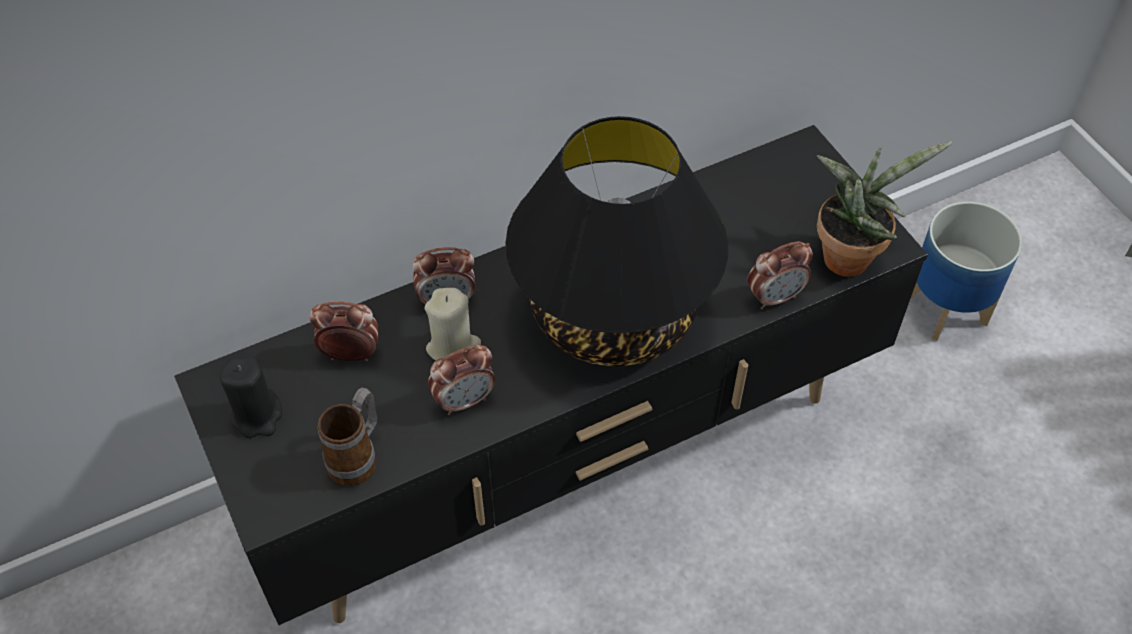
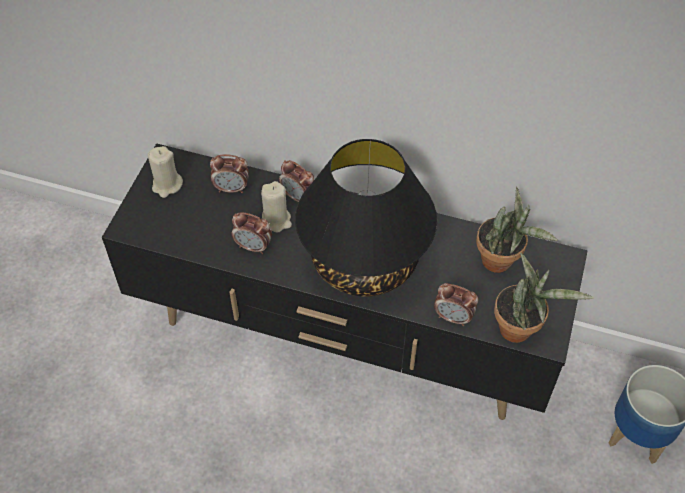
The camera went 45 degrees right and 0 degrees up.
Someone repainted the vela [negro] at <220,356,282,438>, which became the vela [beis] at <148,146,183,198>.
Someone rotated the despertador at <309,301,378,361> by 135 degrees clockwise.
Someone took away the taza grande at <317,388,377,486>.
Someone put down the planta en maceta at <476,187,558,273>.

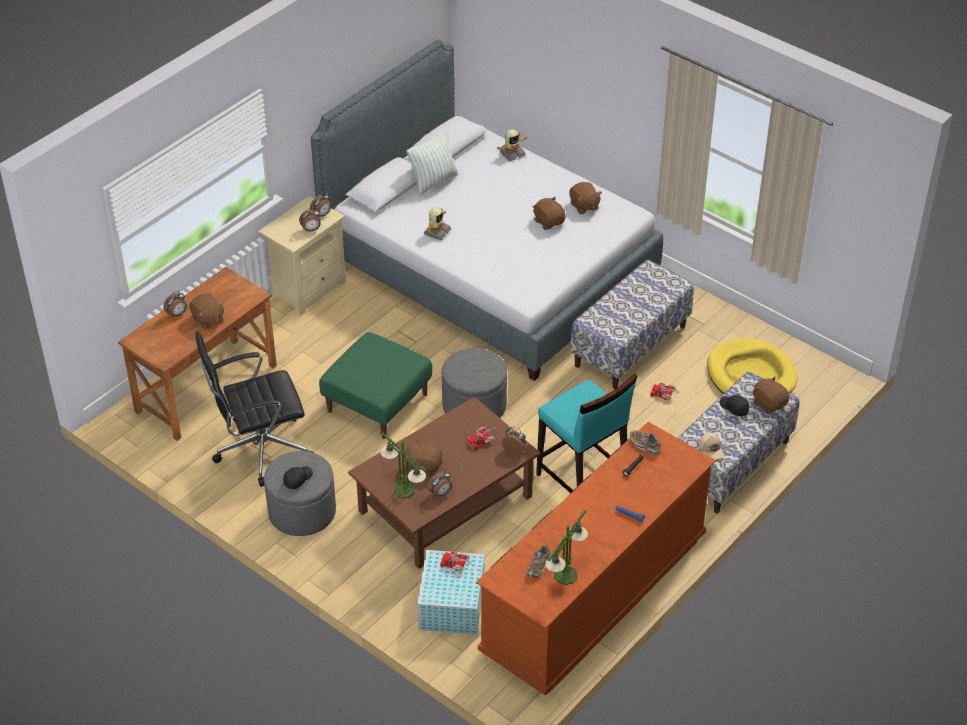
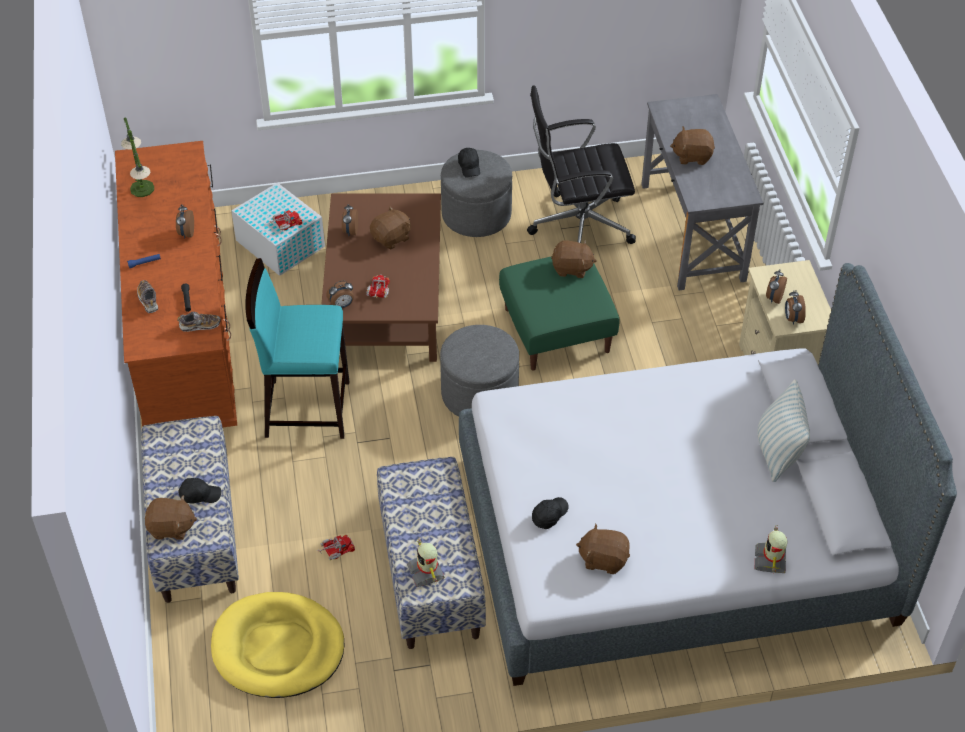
The camera went 130 degrees right and 5 degrees up.
Someone repainted the escritorio [marrón] at <118,267,277,441>, which became the escritorio [gris] at <641,94,763,290>.
Someone carried the despertador from <163,291,187,317> to <176,205,194,239>.
Someone rotated the silla de oficina [negro] at <196,331,313,487> by 120 degrees counterclockwise.
Someone took away the lámpara de mesa at <380,431,426,498>.
Someone carried the robot de juguete from <424,207,451,240> to <407,539,445,587>.
Someone carried the zapato from <527,544,550,578> to <137,280,158,313>.
Someone carried the peluche [marrón] from <533,197,566,230> to <551,240,596,278>.
Someone took away the gorra [beis] at <699,433,724,460>.
Someone put down the gorra [negro] at <532,497,569,529>.

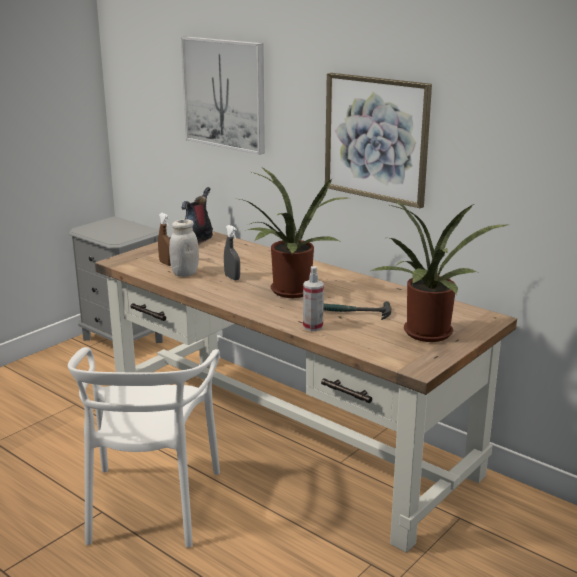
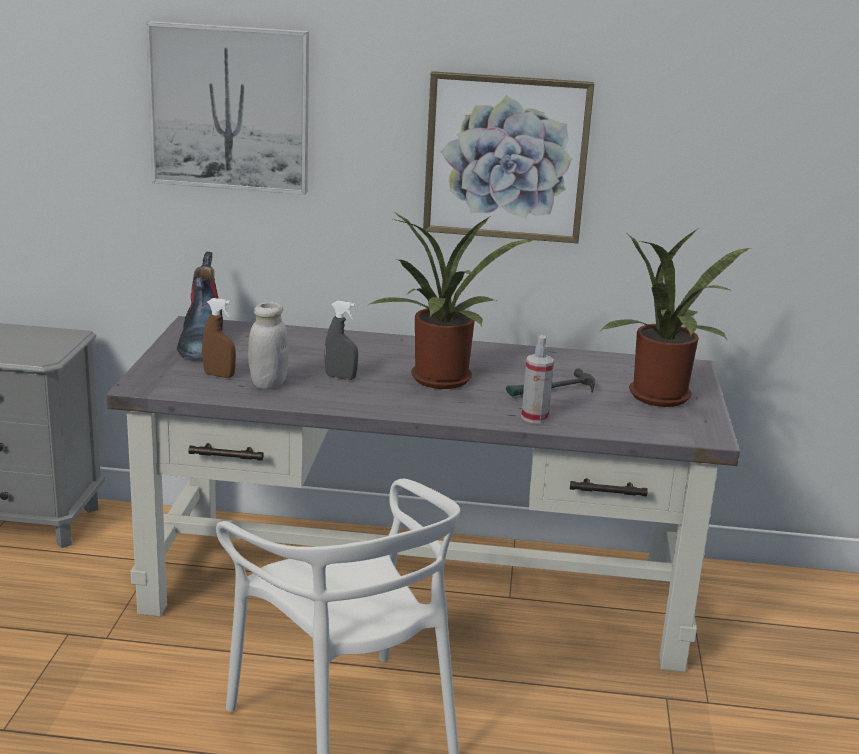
The camera went 35 degrees left and 0 degrees up.
Someone repainted the escritorio [marrón] at <95,231,517,553>, which became the escritorio [gris] at <107,316,740,672>.

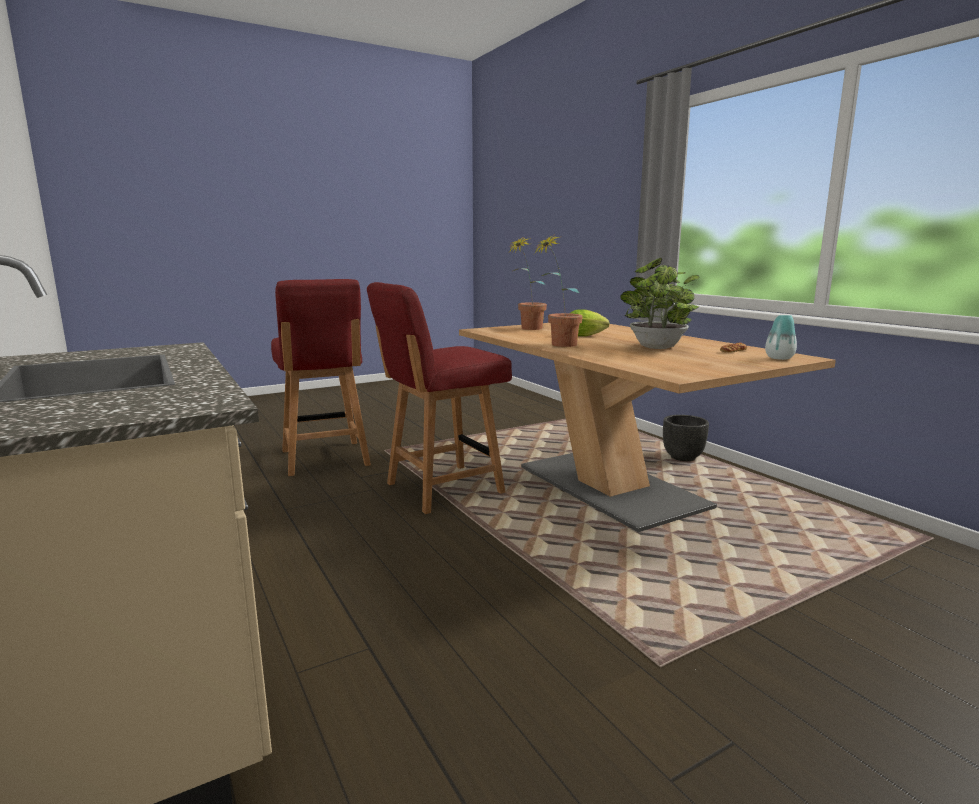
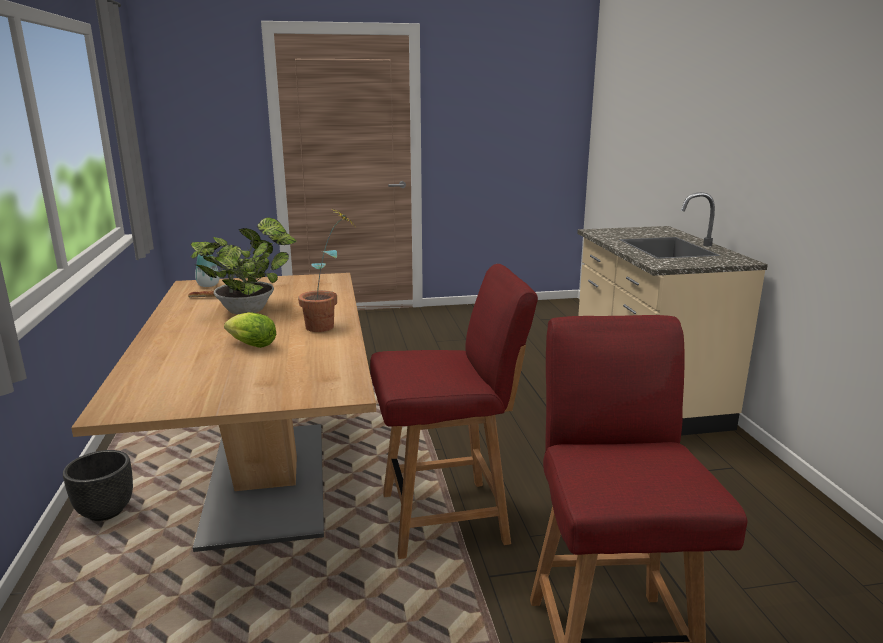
The camera went 160 degrees left and 5 degrees up.
Someone took away the planta en maceta at <509,236,547,330>.

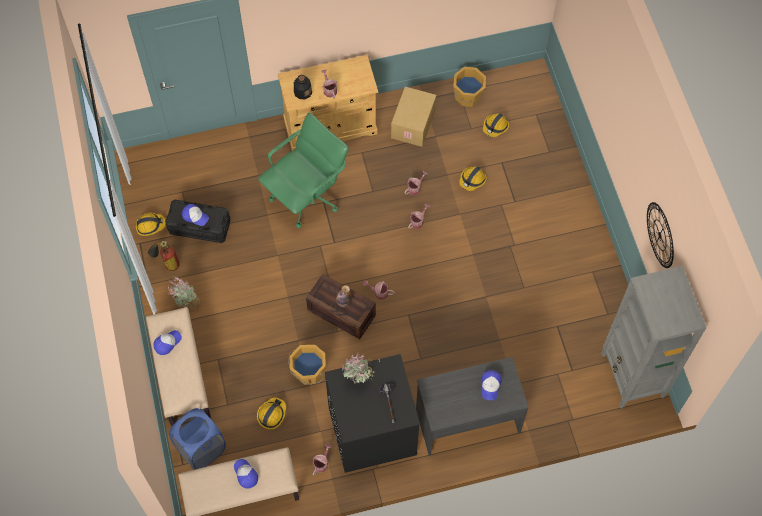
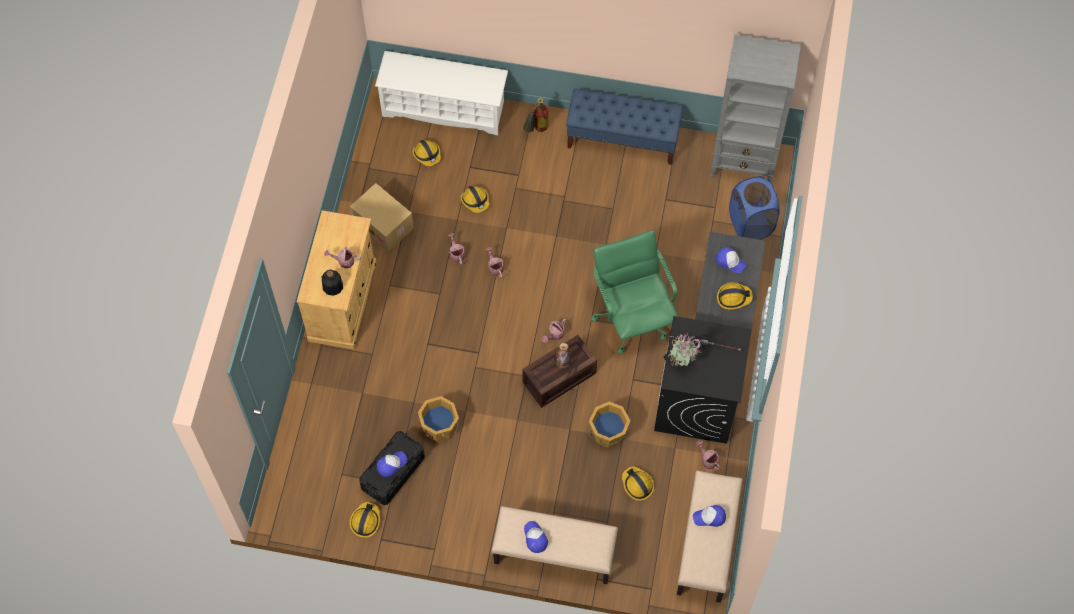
The camera went 65 degrees left and 0 degrees up.
Someone carried the extintor from <148,241,180,271> to <523,98,549,133>.
Someone took away the planta en maceta at <167,277,201,313>.
Someone carried the cesto de la ropa [azul] from <169,408,226,470> to <729,176,780,240>.
Someone carried the silla de oficina [verde] from <258,113,349,228> to <591,230,678,354>.
Someone carried the cubo [naranja] from <453,67,486,107> to <418,396,459,442>.
Someone took away the reloj de pared at <647,202,674,268>.
Someone put down the zapatero [blanco] at <375,51,508,135>.
Someone put down the banco [azul] at <566,88,683,165>.
Someone put down the casco at <717,283,753,310>.

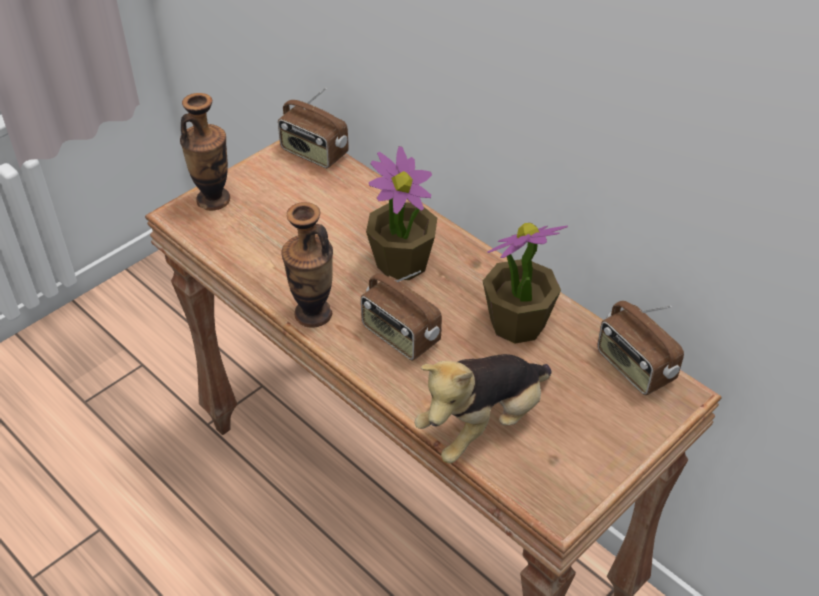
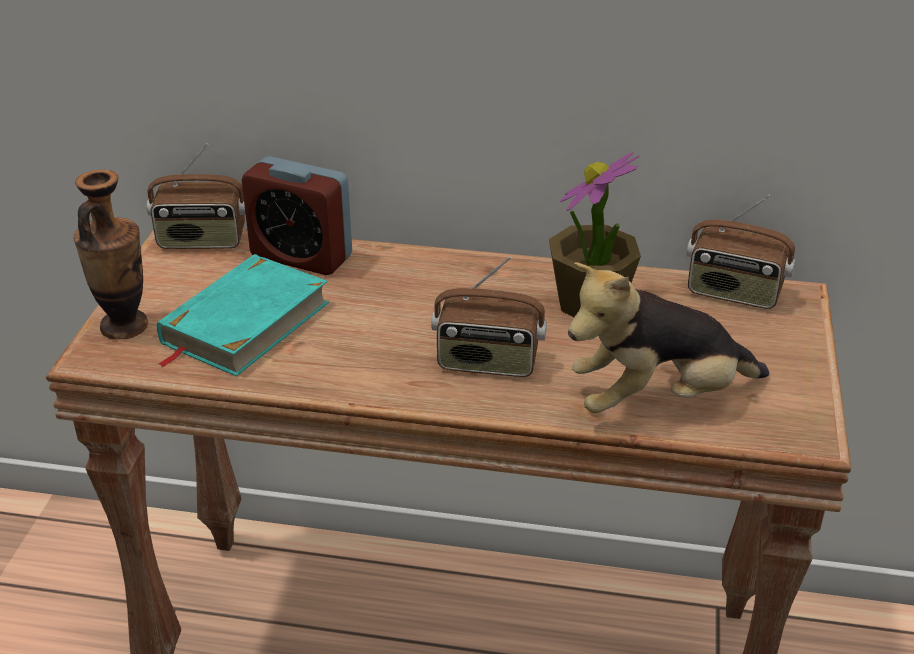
The camera went 35 degrees left and 10 degrees down.
Someone took away the florero at <281,202,333,328>.
Someone took away the planta en maceta at <366,146,437,280>.
Someone rotated the peluche at <415,354,552,464> by 60 degrees clockwise.
Someone put down the libro [turquesa] at <157,254,329,376>.
Someone put down the despertador at <242,156,352,275>.

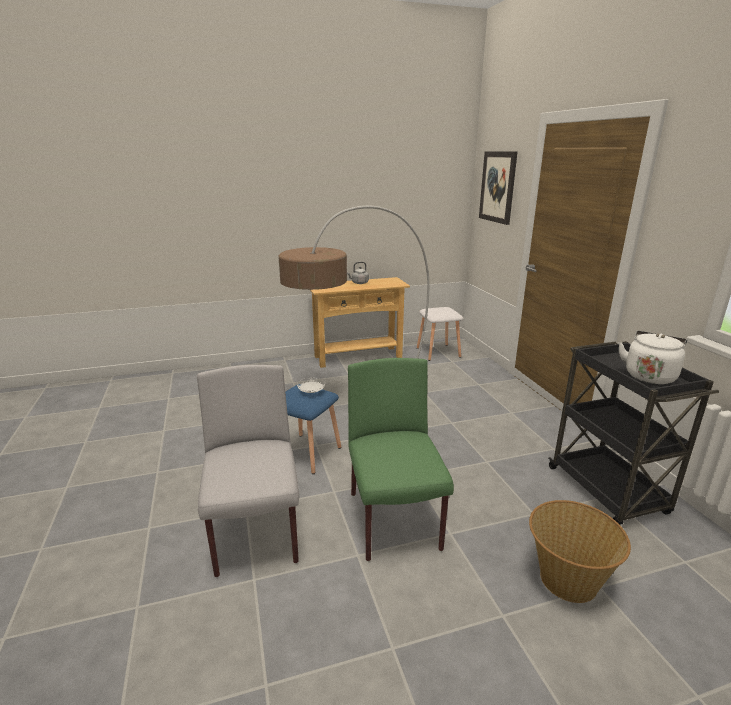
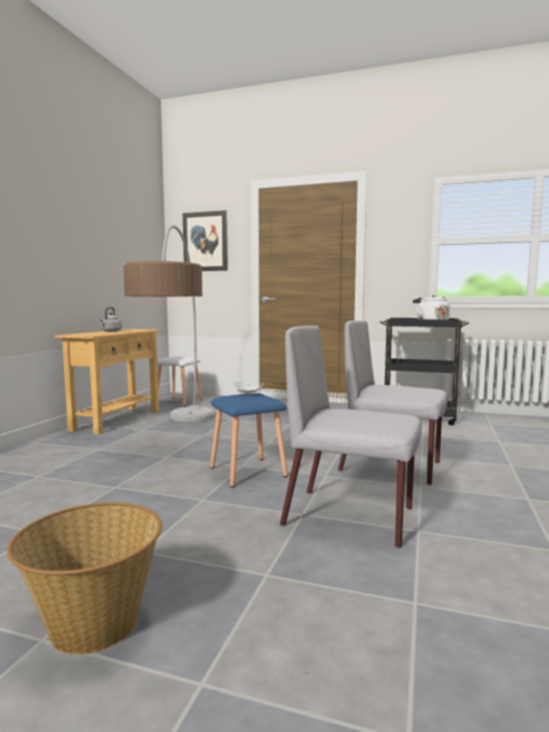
The camera went 55 degrees left and 15 degrees down.
Someone repainted the silla [verde] at <348,358,454,561>, which became the silla [gris] at <338,320,448,485>.
Someone carried the cesta from <529,500,631,603> to <7,502,162,655>.

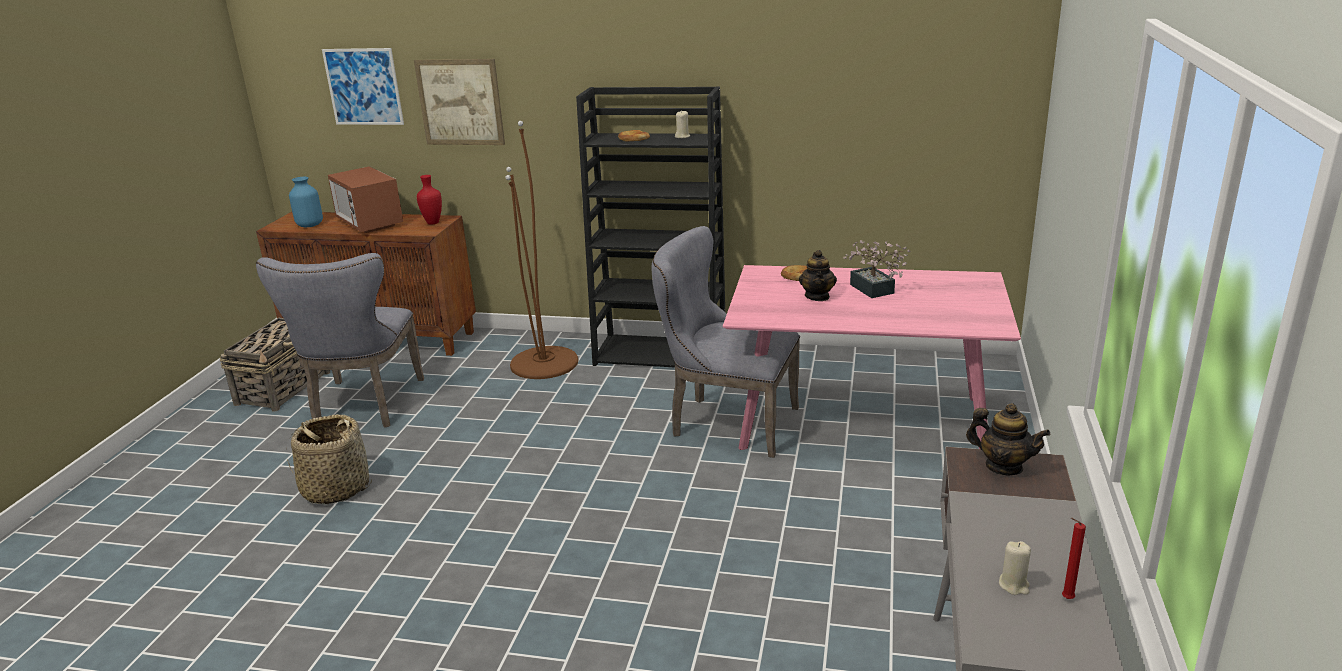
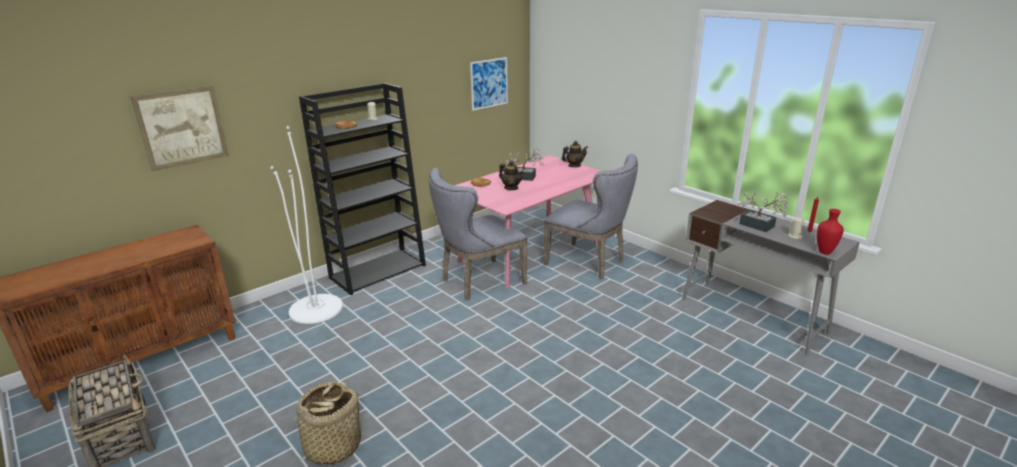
The camera went 55 degrees left and 0 degrees up.
Someone carried the silla [gris] from <256,253,424,428> to <544,154,638,279>.
Someone took away the florero [azul] at <289,177,323,227>.
Someone carried the cuadro from <322,48,404,125> to <470,57,508,111>.
Someone took away the microondas at <328,166,403,233>.
Someone carried the florero [rojo] from <417,175,442,225> to <817,209,844,255>.
Someone repainted the lámpara de pie [marrón] at <505,121,578,379>, which became the lámpara de pie [blanco] at <270,126,343,324>.
Someone carried the tetera from <966,403,1051,475> to <562,141,588,167>.
Someone put down the planta en maceta at <736,192,791,232>.

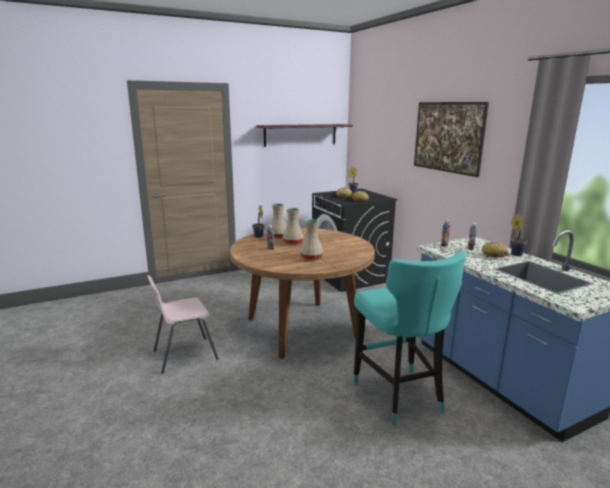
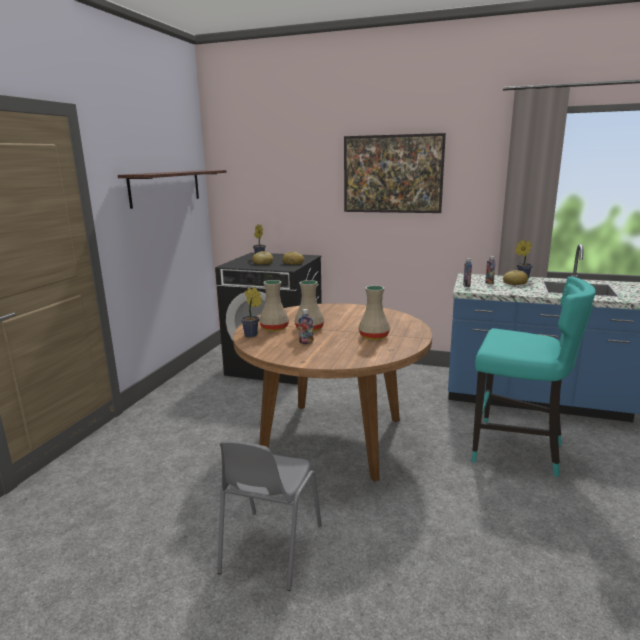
The camera went 45 degrees left and 0 degrees up.
Someone repainted the silla [rosa] at <147,275,219,374>, which became the silla [gris] at <217,440,322,591>.

